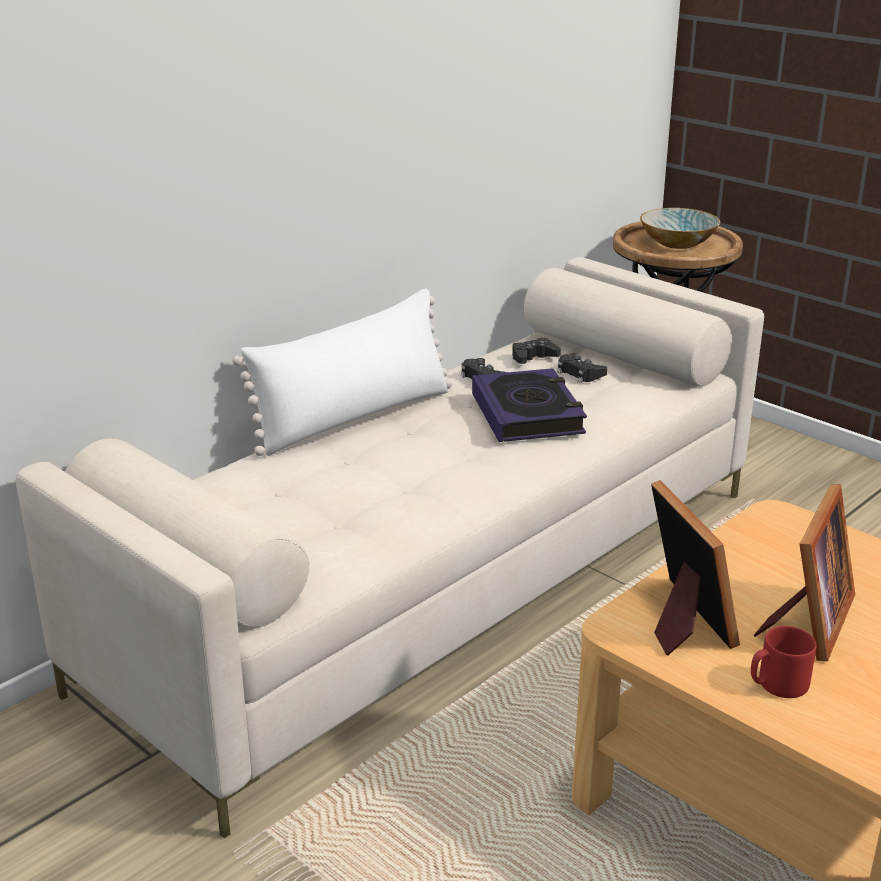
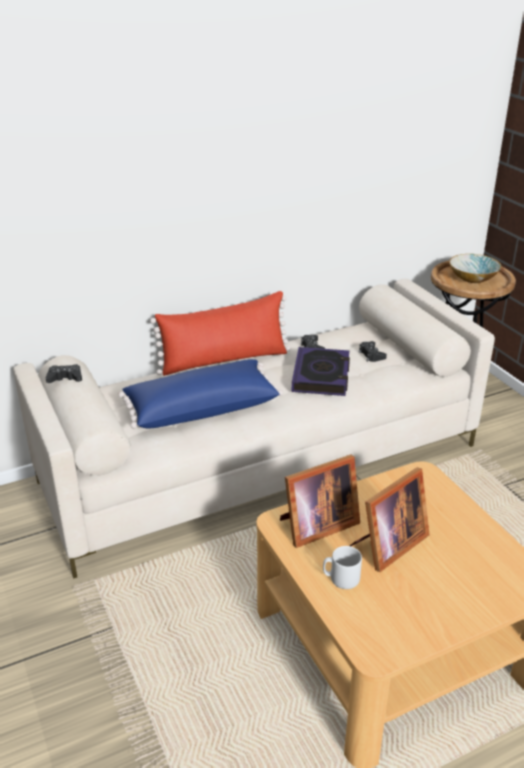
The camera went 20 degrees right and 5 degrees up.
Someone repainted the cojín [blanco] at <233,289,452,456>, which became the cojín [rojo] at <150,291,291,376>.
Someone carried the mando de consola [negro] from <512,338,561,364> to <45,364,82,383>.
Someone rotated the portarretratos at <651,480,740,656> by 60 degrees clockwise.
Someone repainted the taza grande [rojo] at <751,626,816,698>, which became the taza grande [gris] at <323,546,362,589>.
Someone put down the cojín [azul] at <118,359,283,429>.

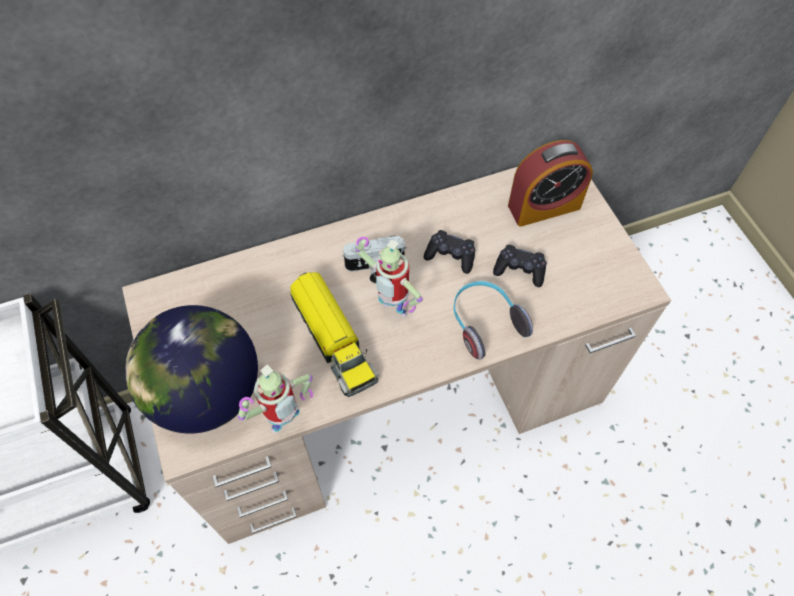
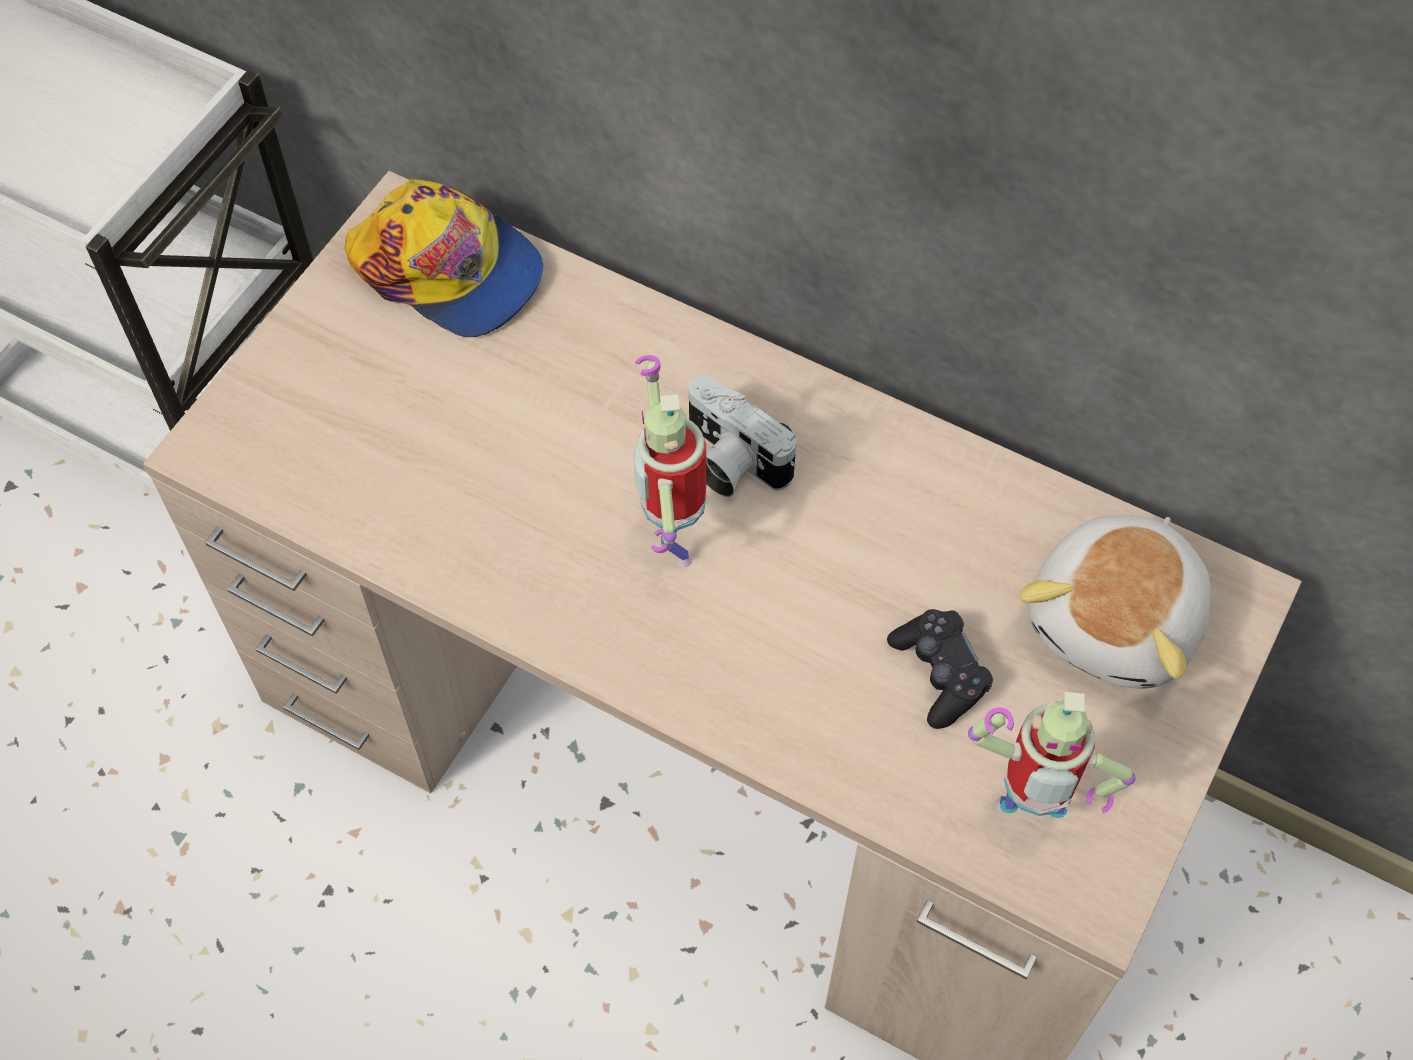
The camera went 50 degrees right and 0 degrees up.
Someone took away the globo terráqueo at <125,305,258,434>.
Someone carried the robot de juguete from <238,365,313,433> to <968,692,1136,818>.
Someone took away the camión de juguete at <290,272,379,397>.
Someone took away the mando de consola [negro] at <424,230,475,274>.
Someone took away the auriculares at <454,281,533,360>.
Someone swapped the despertador at <508,140,593,227> for the peluche at <1019,515,1211,689>.
Someone put down the gorra at <345,179,544,338>.

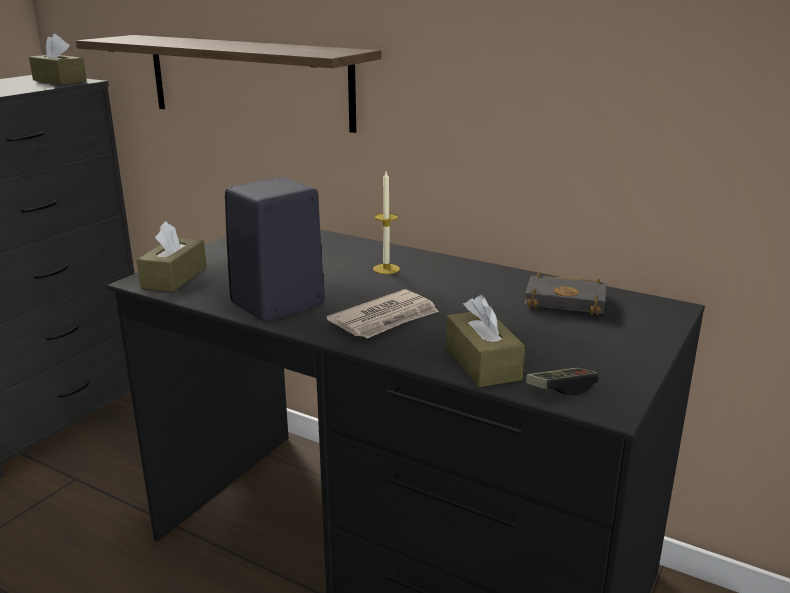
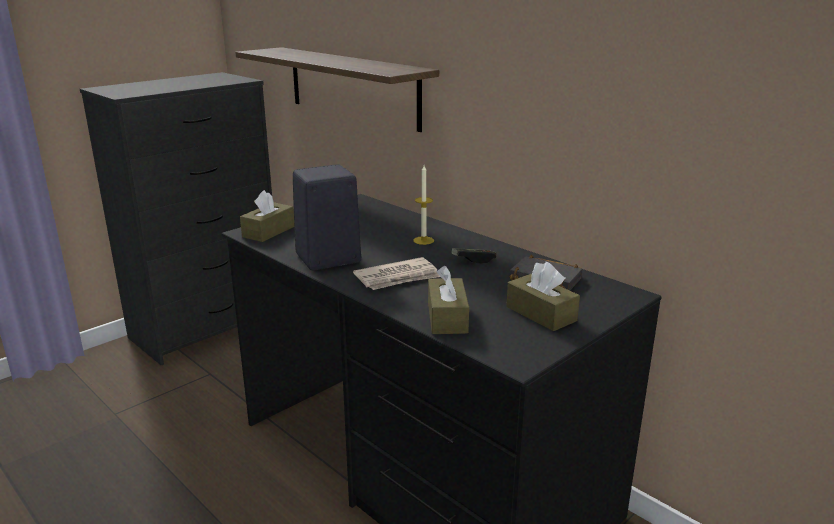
The camera went 15 degrees right and 0 degrees up.
Someone carried the caja de pañuelos [marrón] from <29,34,87,85> to <506,262,580,331>.
Someone carried the mando de consola from <526,368,599,396> to <451,248,496,264>.

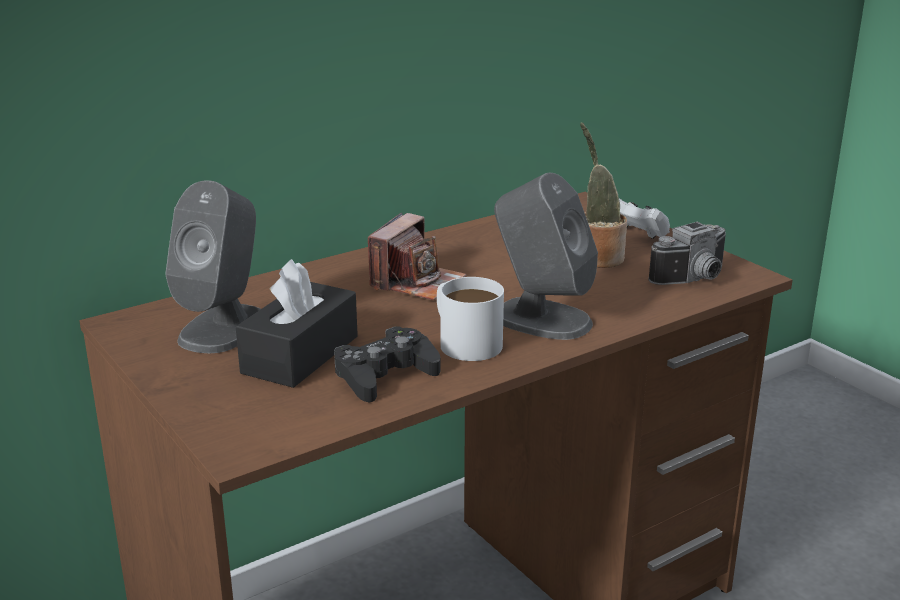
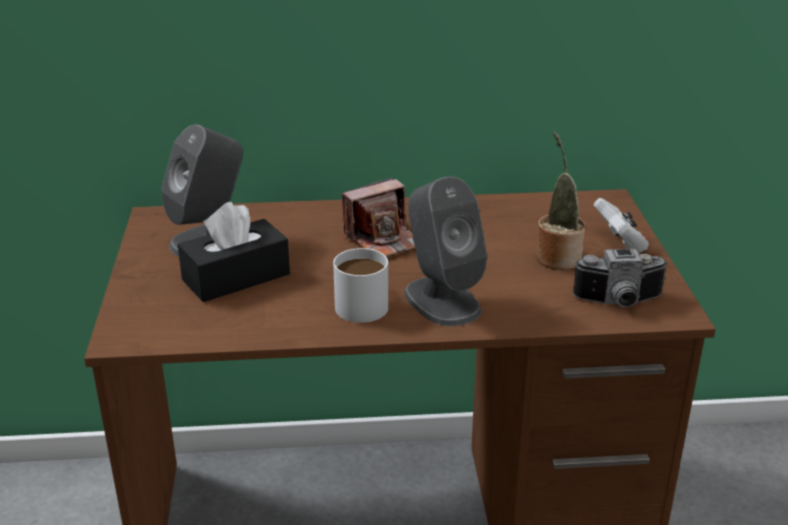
The camera went 30 degrees right and 5 degrees up.
Someone took away the mando de consola [negro] at <334,326,441,403>.

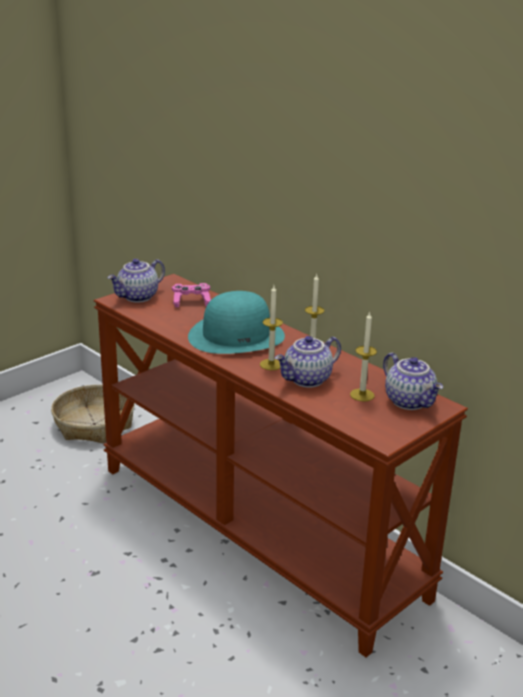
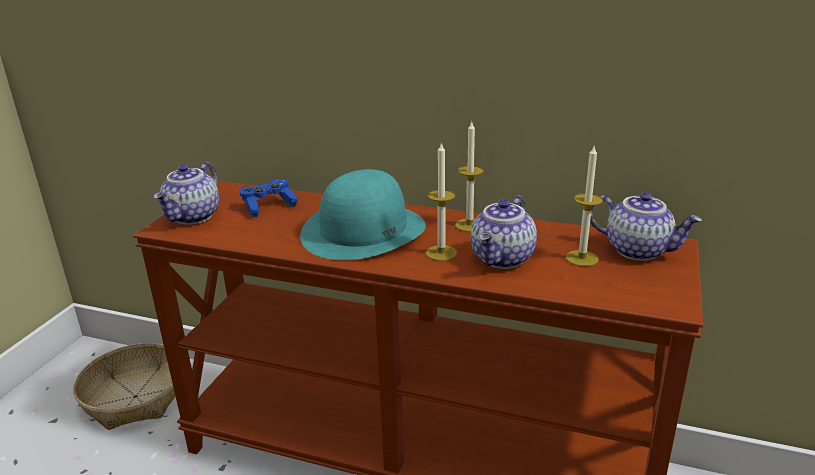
The camera went 25 degrees left and 0 degrees up.
Someone repainted the mando de consola [rosa] at <172,283,211,307>, which became the mando de consola [azul] at <239,179,298,217>.

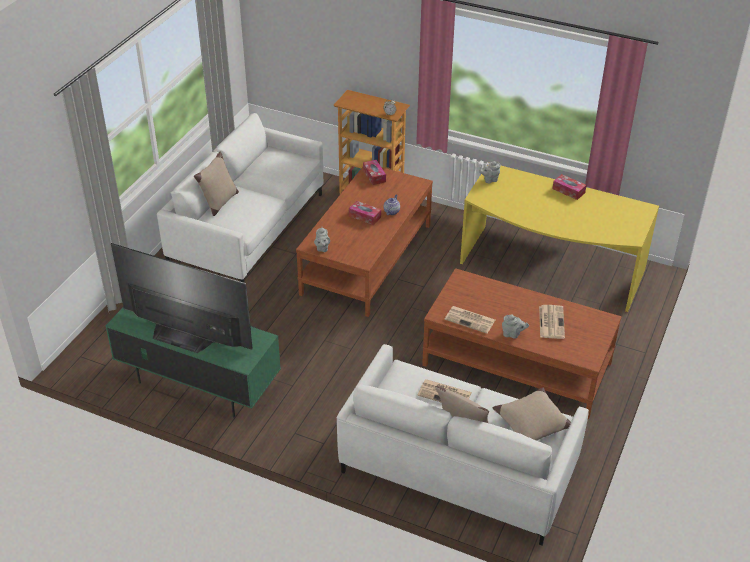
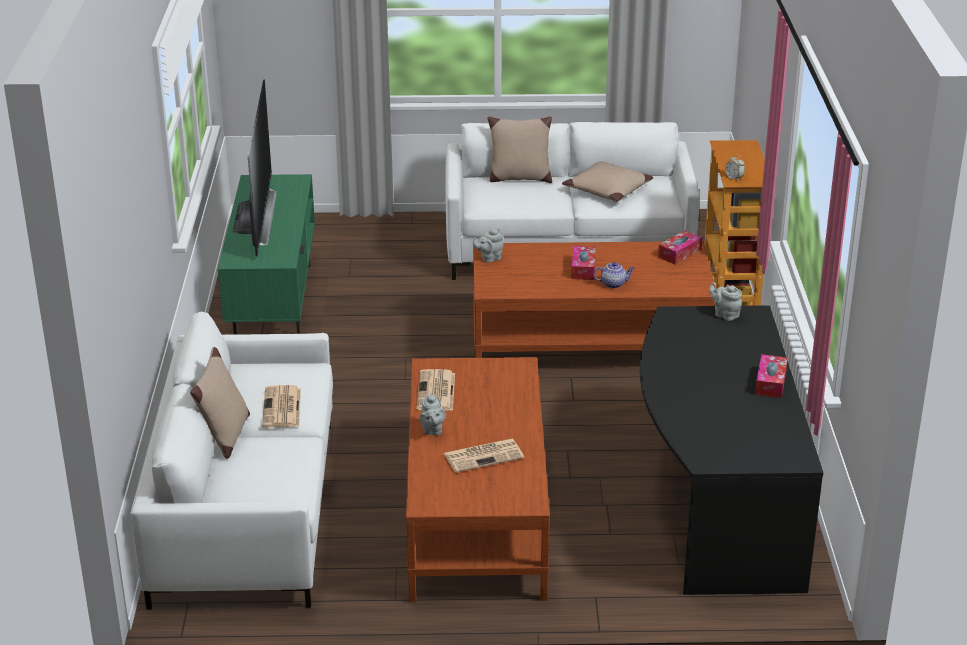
The camera went 65 degrees right and 10 degrees down.
Someone repainted the escritorio [amarillo] at <460,166,659,312>, which became the escritorio [negro] at <640,305,823,595>.
Someone carried the cojín [beis] from <493,387,571,441> to <562,161,653,202>.

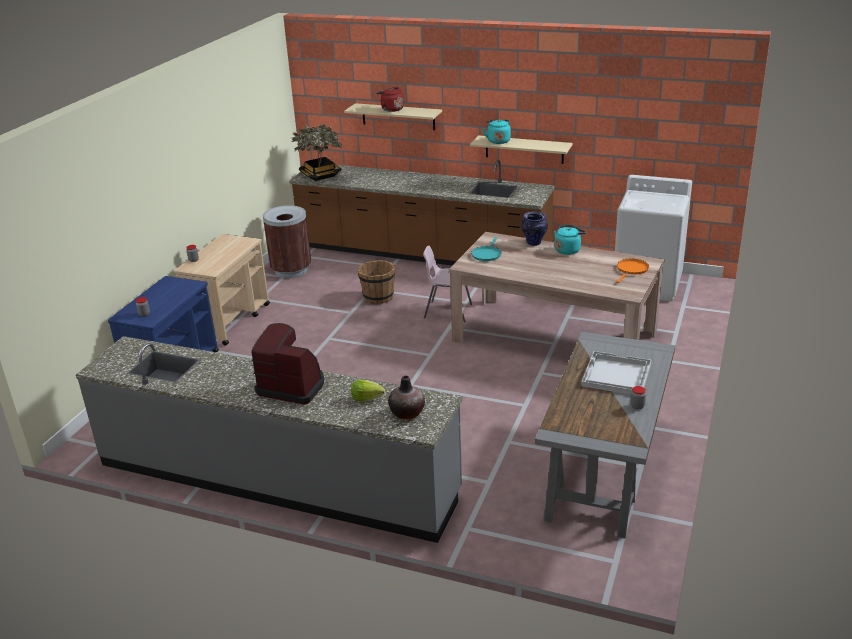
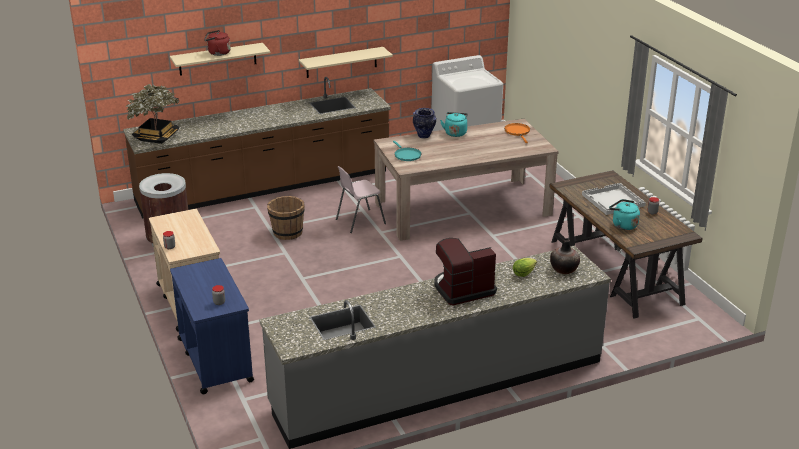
The camera went 45 degrees left and 0 degrees up.
Someone carried the hervidor [turquesa] from <483,120,511,144> to <609,199,640,230>.
Someone repainted the escritorio [gris] at <535,332,676,538>, which became the escritorio [marrón] at <549,170,703,318>.

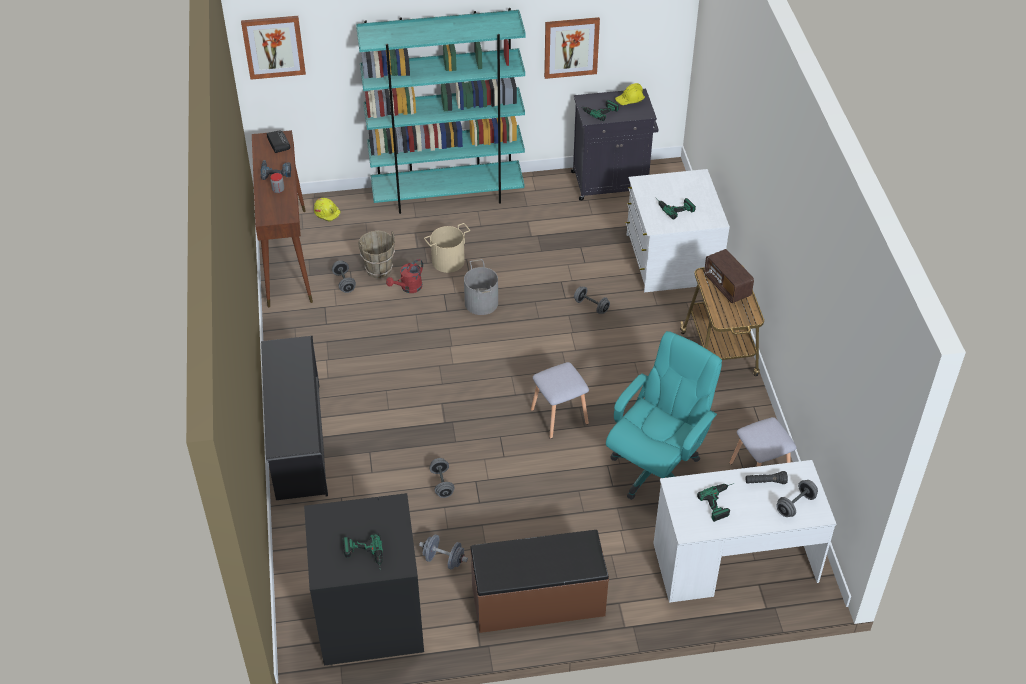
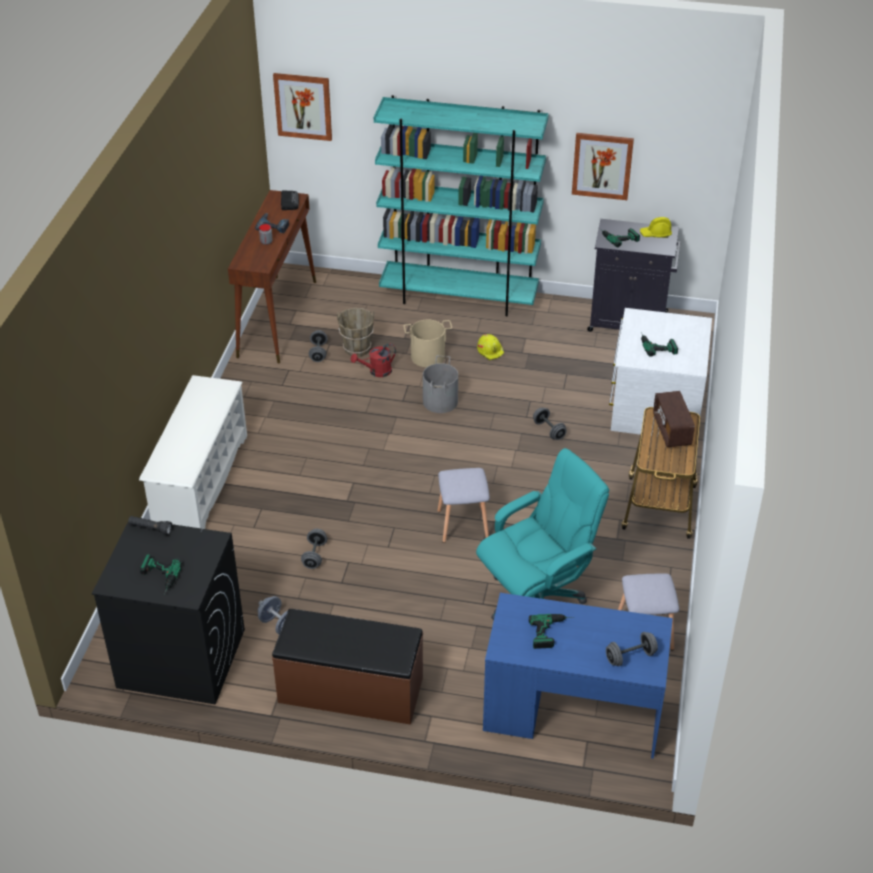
The camera went 20 degrees right and 5 degrees down.
Someone repainted the zapatero [negro] at <261,336,328,500>, which became the zapatero [blanco] at <139,375,247,529>.
Someone carried the casco [amarillo] from <314,198,341,222> to <477,334,504,360>.
Someone repainted the escritorio [blanco] at <653,460,836,603>, which became the escritorio [azul] at <483,593,673,759>.
Someone carried the linterna [negro] from <746,471,788,484> to <128,516,173,535>.

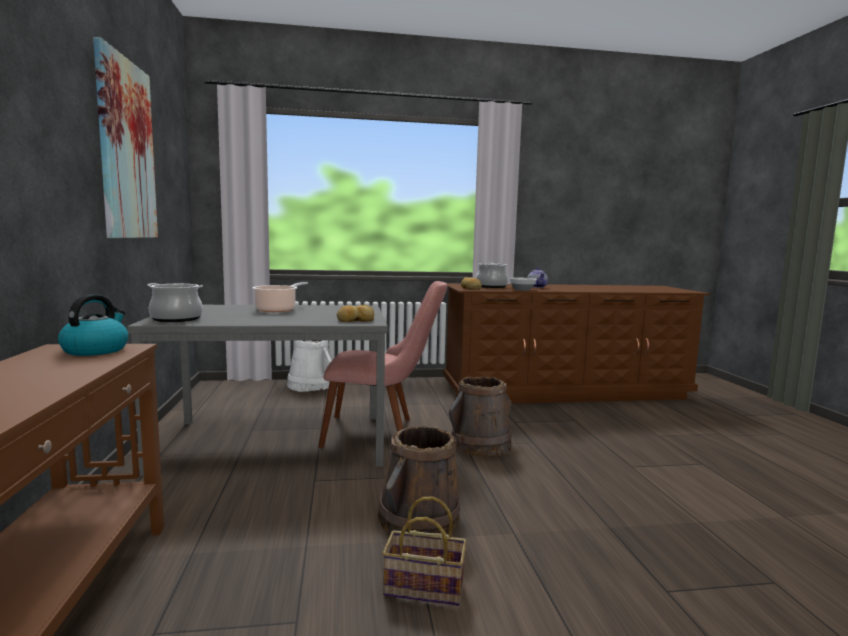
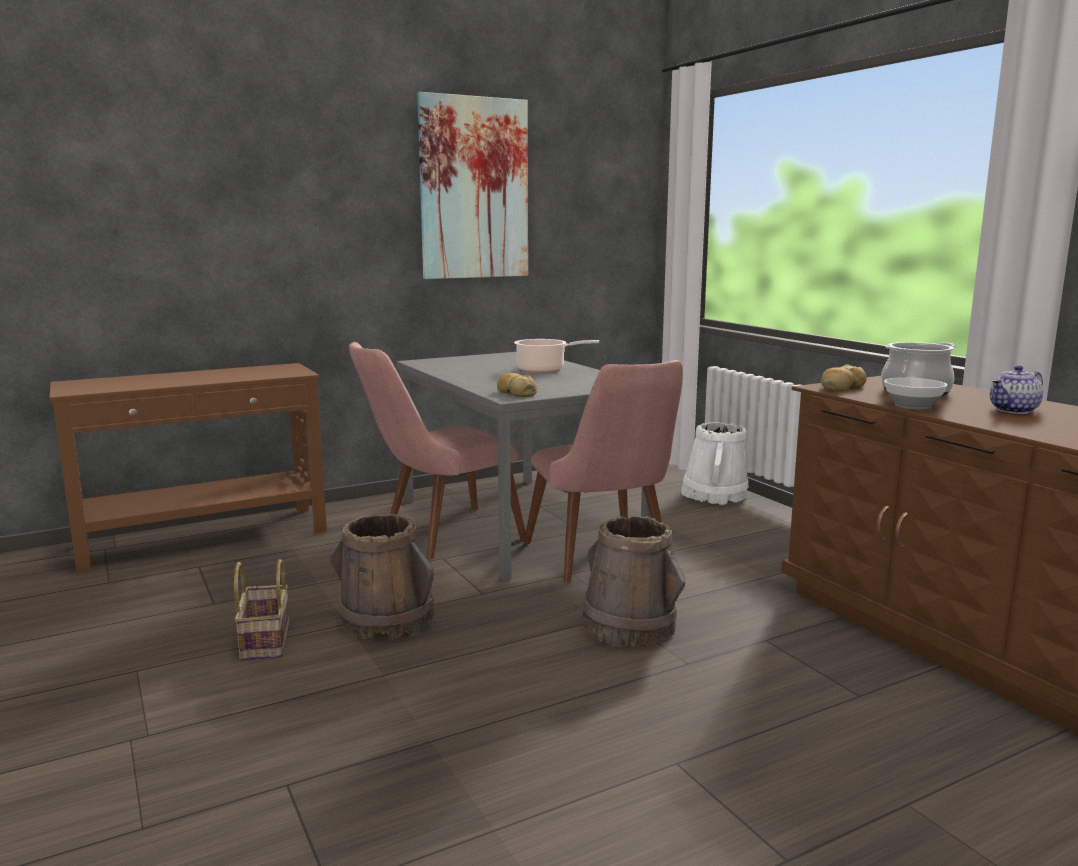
The camera went 70 degrees right and 5 degrees up.
Someone took away the hervidor at <58,294,128,356>.
Someone took away the olla at <147,283,203,322>.
Someone put down the silla [rosa] at <349,342,526,559>.

